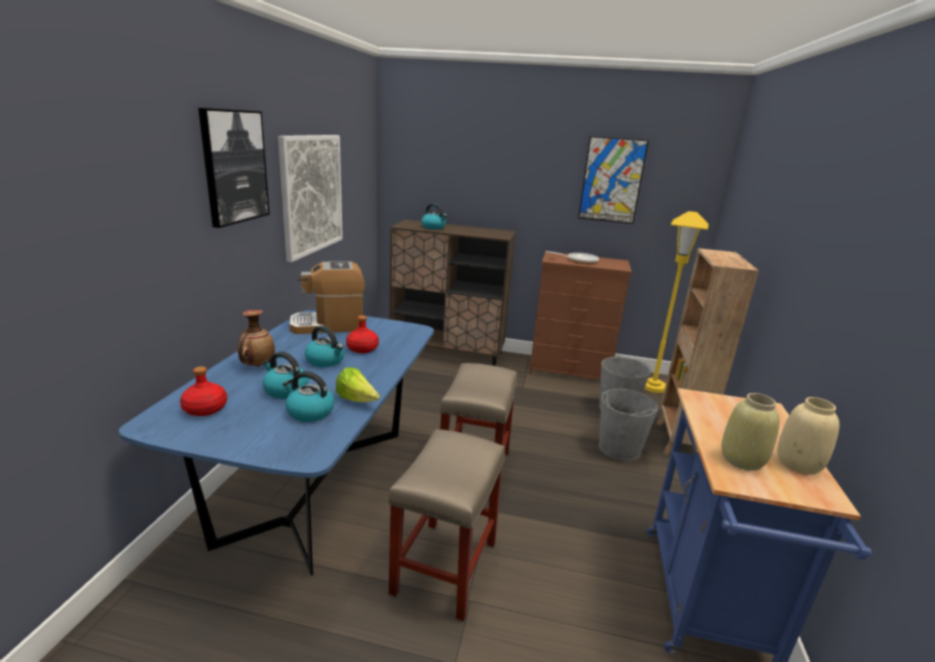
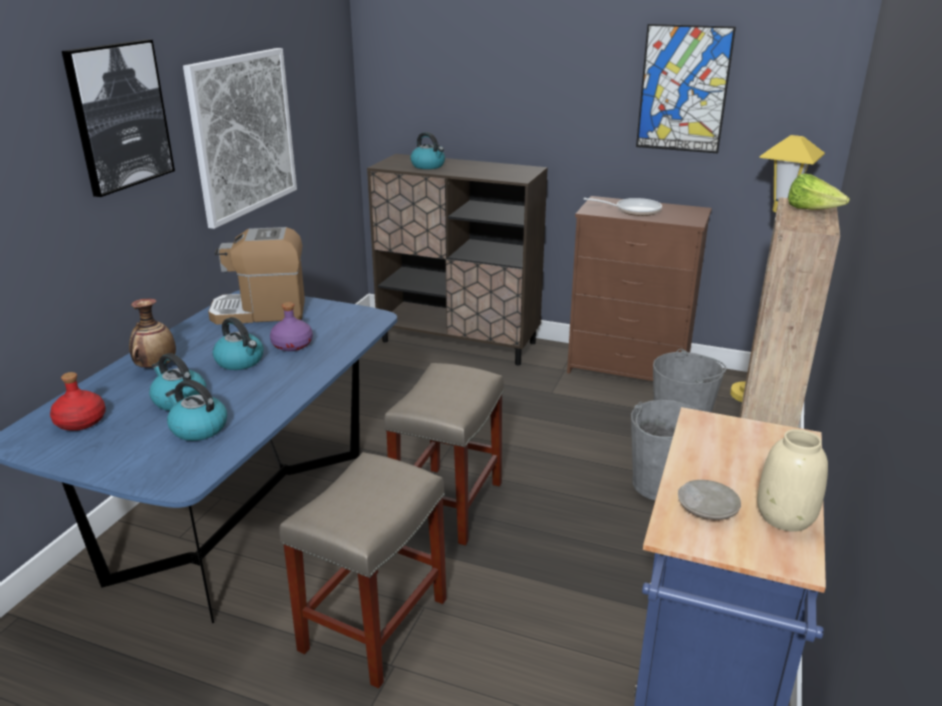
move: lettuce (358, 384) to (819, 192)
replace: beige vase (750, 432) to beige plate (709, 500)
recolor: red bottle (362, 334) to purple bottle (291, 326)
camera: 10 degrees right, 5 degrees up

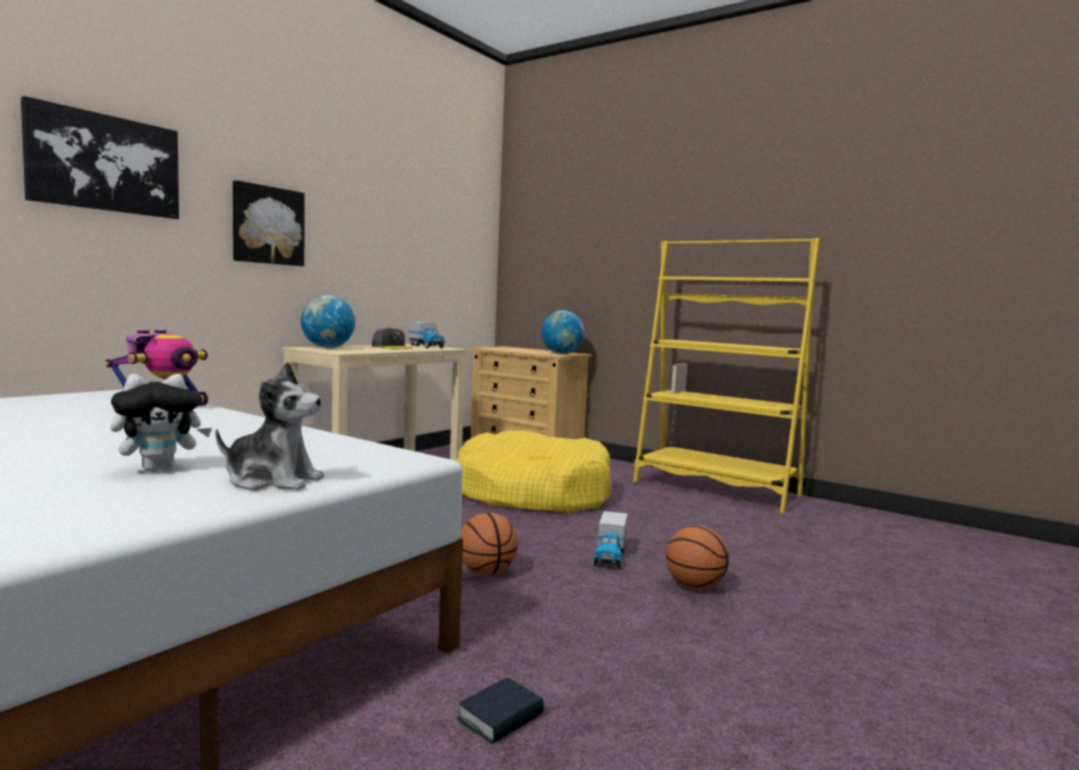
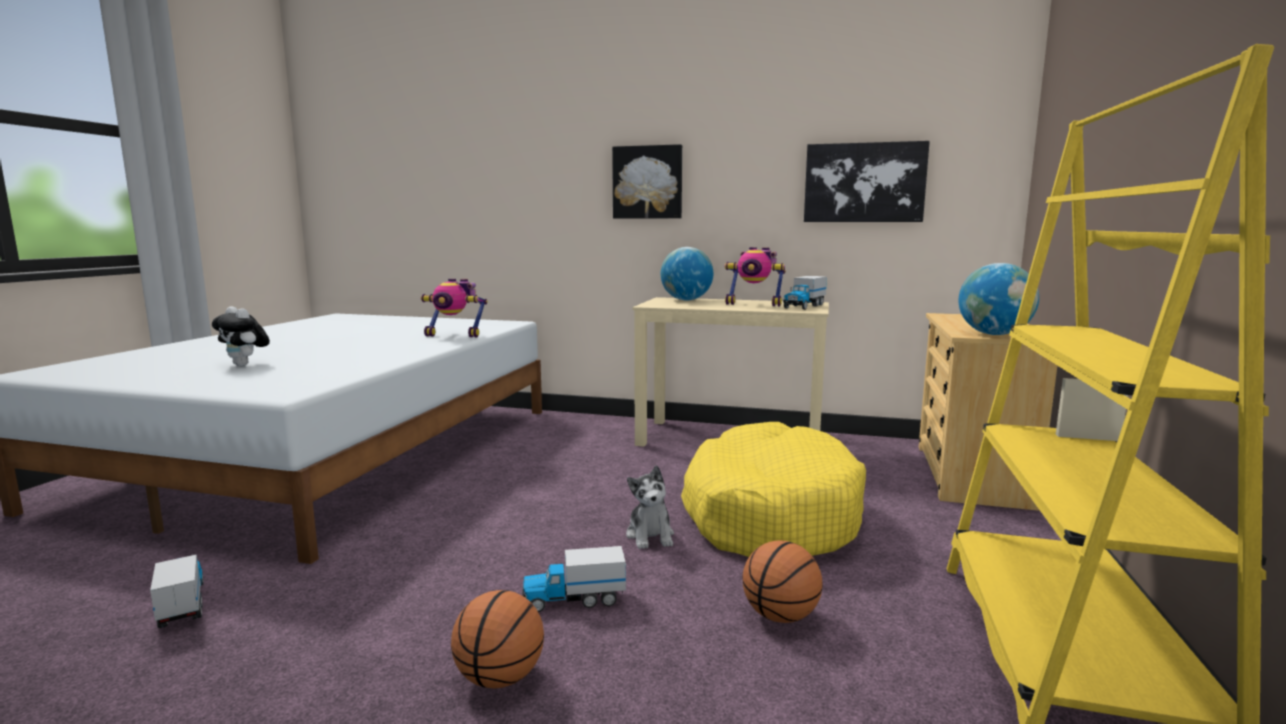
move: picture (100, 157) to (867, 181); plush toy (269, 426) to (650, 507); basketball (489, 544) to (782, 581)
replace: grey cap (392, 338) to toy robot (755, 276); book (500, 710) to toy truck (177, 591)
camera: 70 degrees right, 5 degrees up

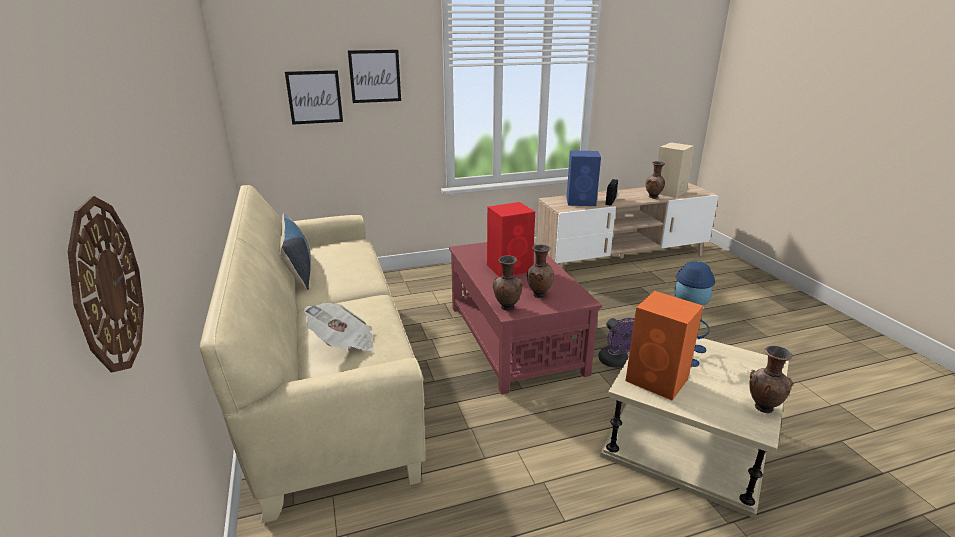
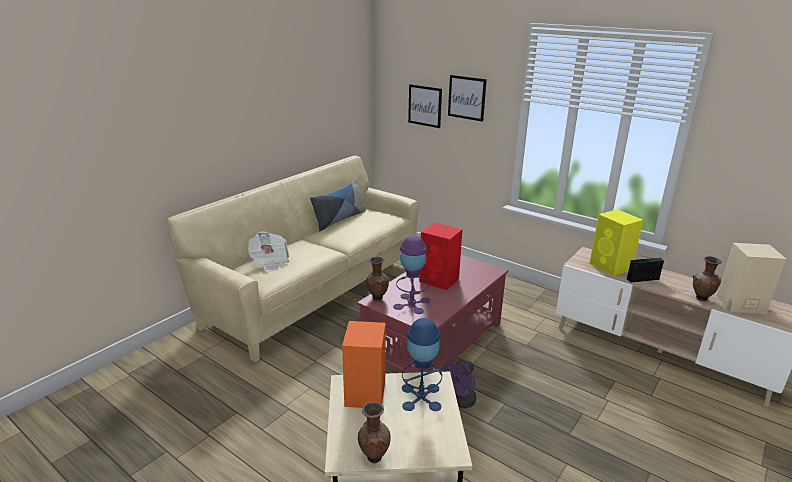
delete: wall clock (106, 284)
replace: brown vase (540, 271) to purple table lamp (411, 275)
recolor: blue speaker (583, 178) to yellow speaker (616, 242)
camera: 55 degrees right, 0 degrees up

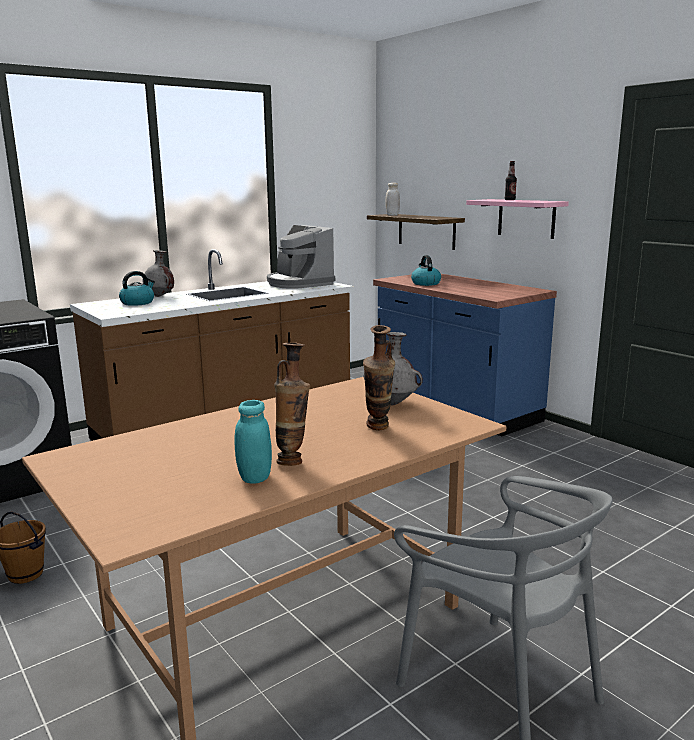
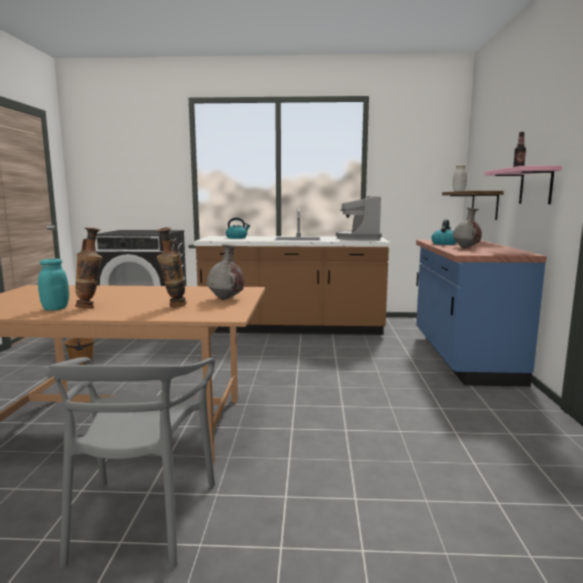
move: grey vase (158, 273) to (467, 228)
camera: 40 degrees right, 5 degrees down

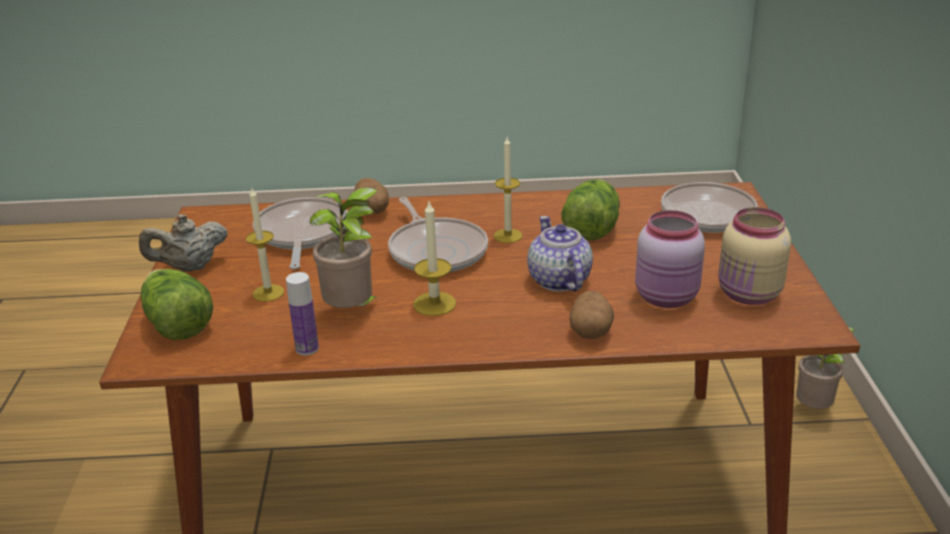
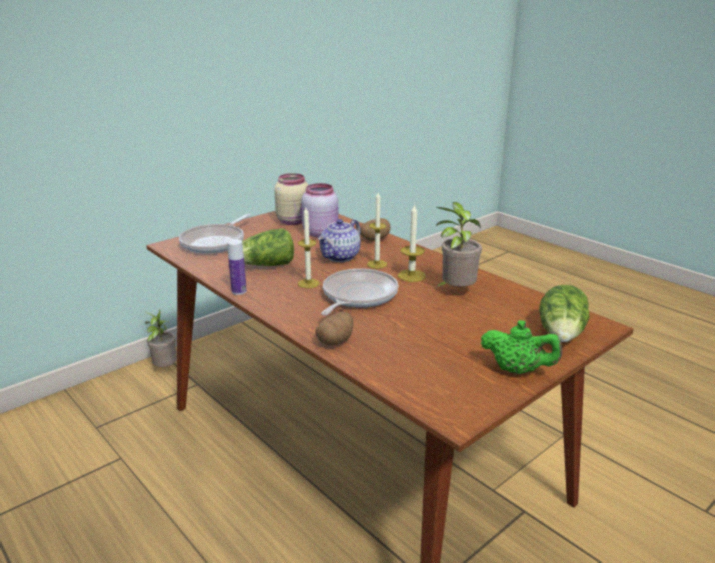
delete: frying pan (300, 233)
move: candle (265, 245) to (377, 230); bottle (302, 313) to (237, 267)
recolor: beige teapot (183, 242) to green teapot (521, 347)
camera: 130 degrees left, 5 degrees down

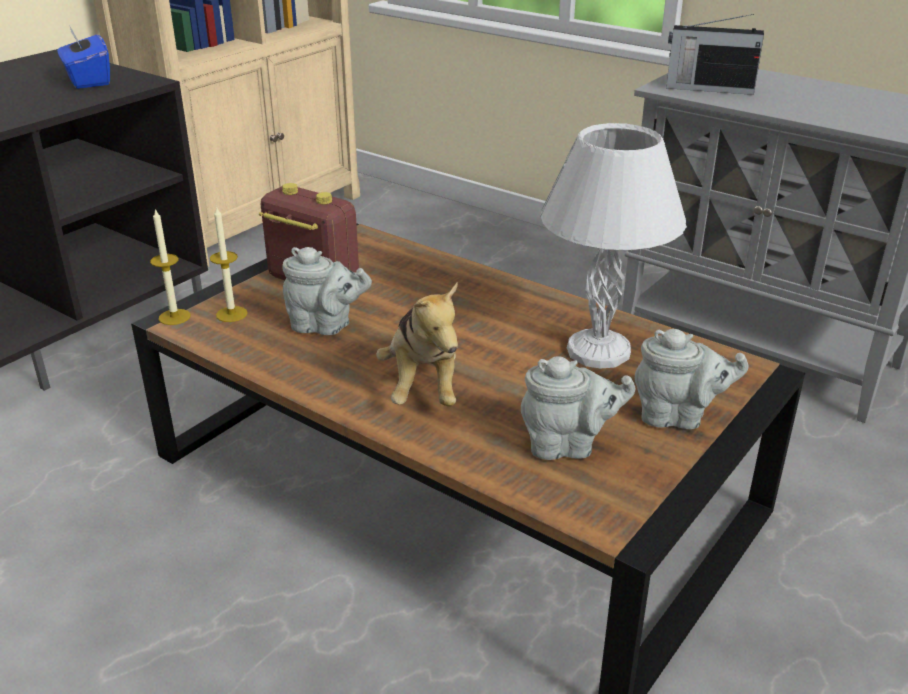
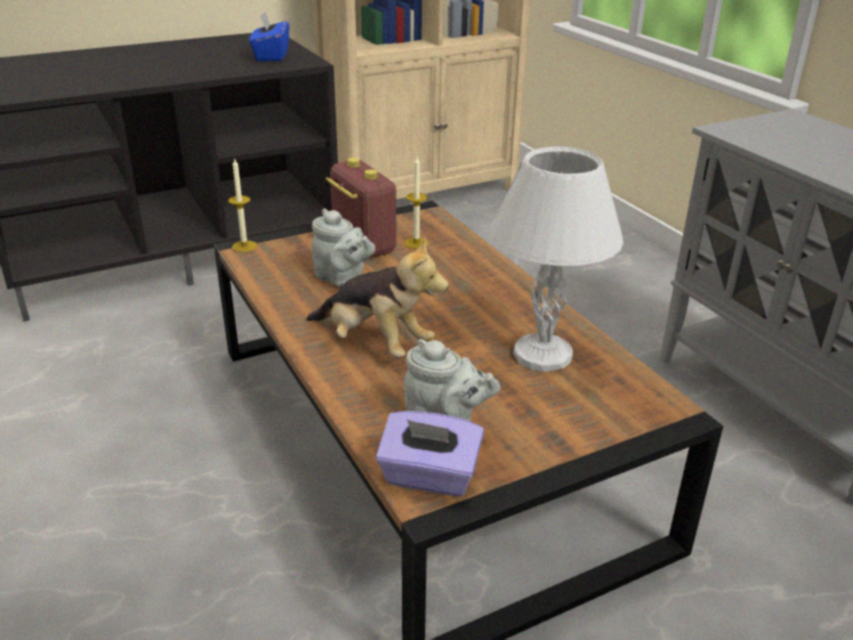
delete: radio (715, 54); grey teapot (692, 379)
insert: purple tissue box (430, 453)
move: candle (229, 264) to (416, 203)
rotate: plush toy (417, 344) = (377, 297) 75 degrees counterclockwise
camera: 25 degrees right, 0 degrees up

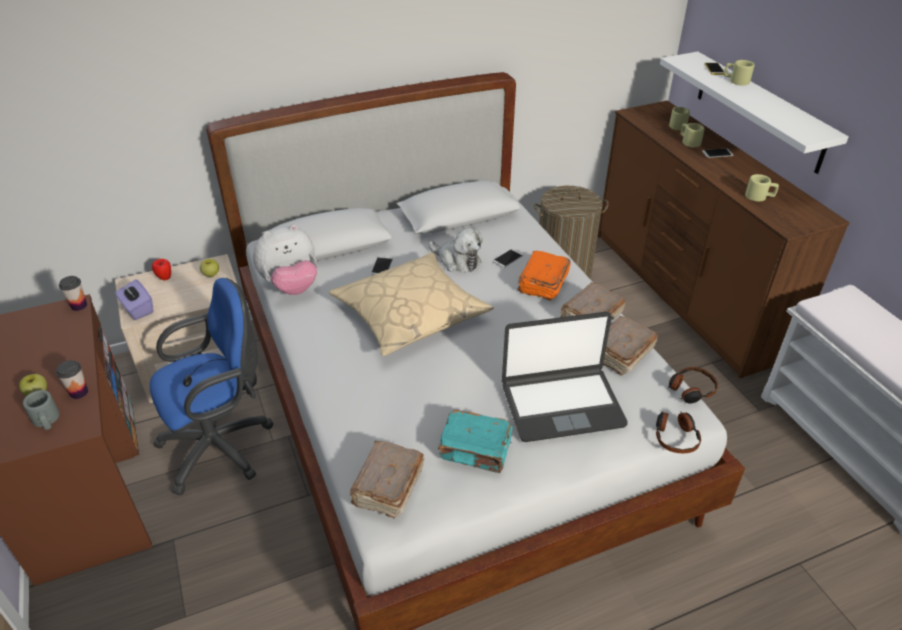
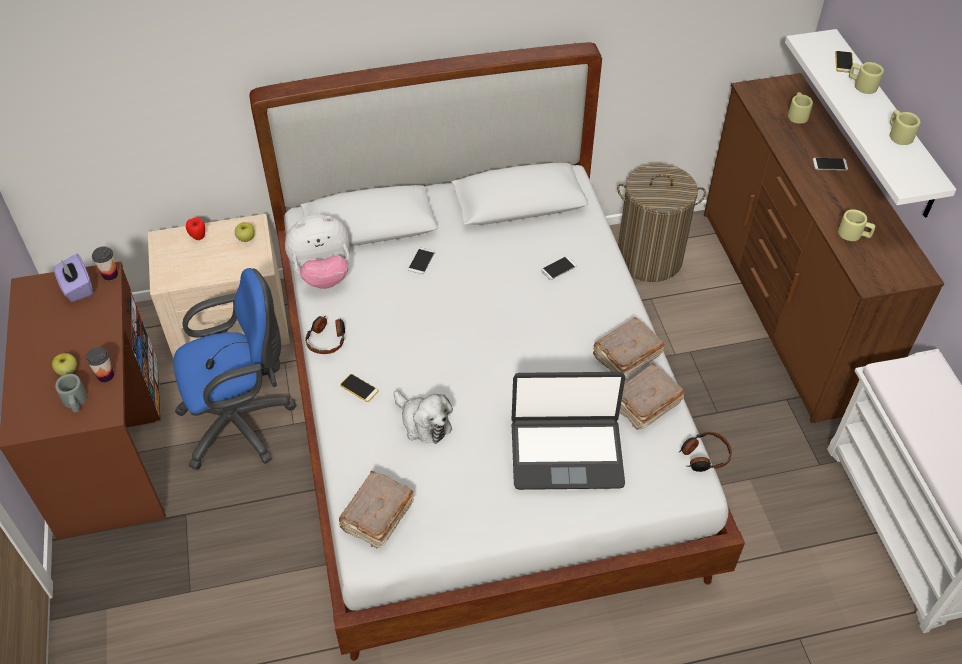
delete: orange book (544, 276); beige pillow (411, 304); turquoise book (475, 441)
insert: phone (359, 388)
move: beige mug (693, 135) to (905, 127); plush toy (456, 250) to (423, 417); purple tissue box (134, 299) to (73, 278); headphones (678, 432) to (325, 334)
camera: 10 degrees right, 10 degrees up

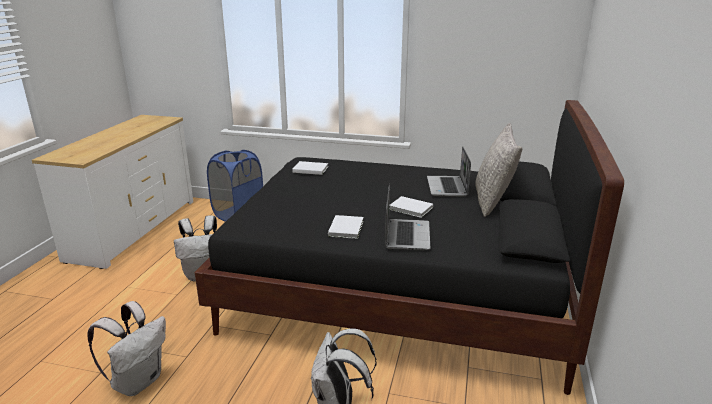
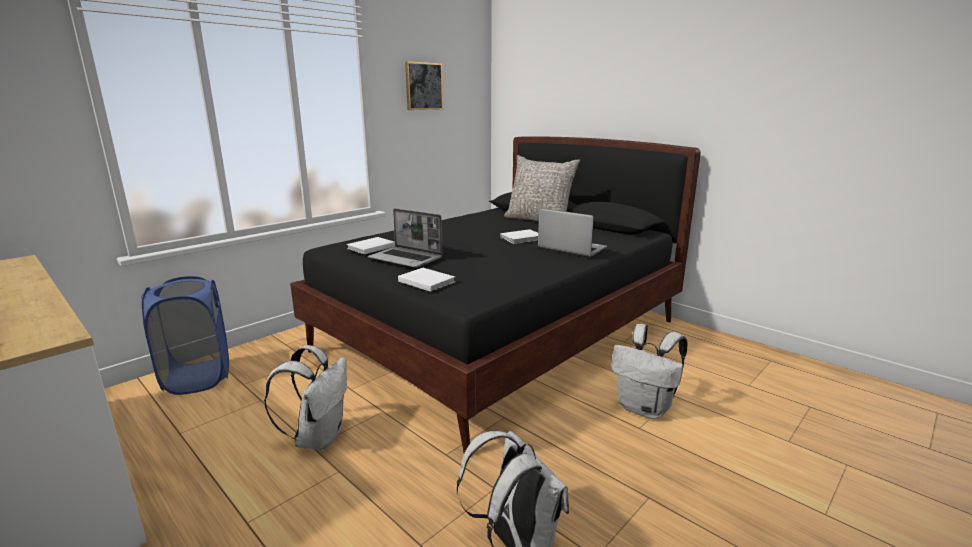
insert: picture (424, 85)
move: laptop (449, 171) to (405, 238); white book (346, 227) to (426, 280)
camera: 60 degrees left, 5 degrees down

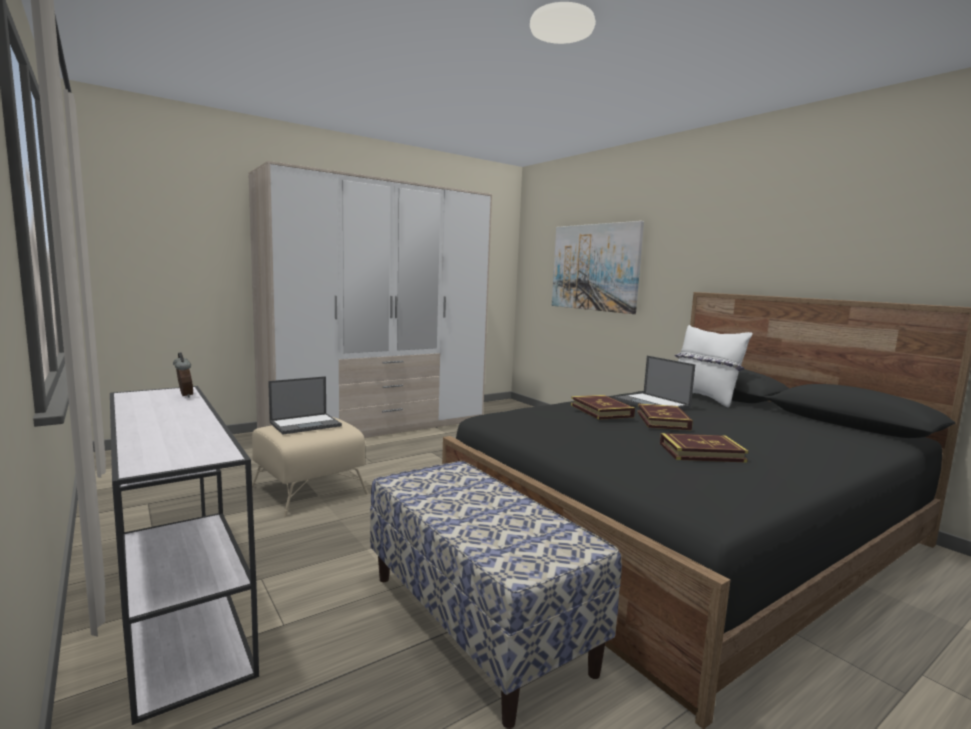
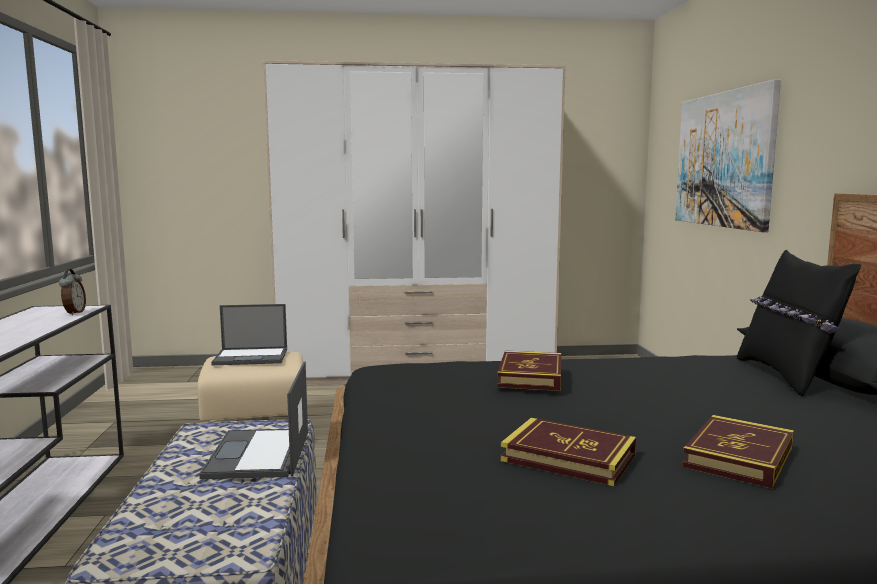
move: laptop (655, 382) to (253, 420); book (665, 417) to (738, 452)
recolor: white pillow (713, 366) to black pillow (799, 323)
camera: 30 degrees right, 0 degrees up

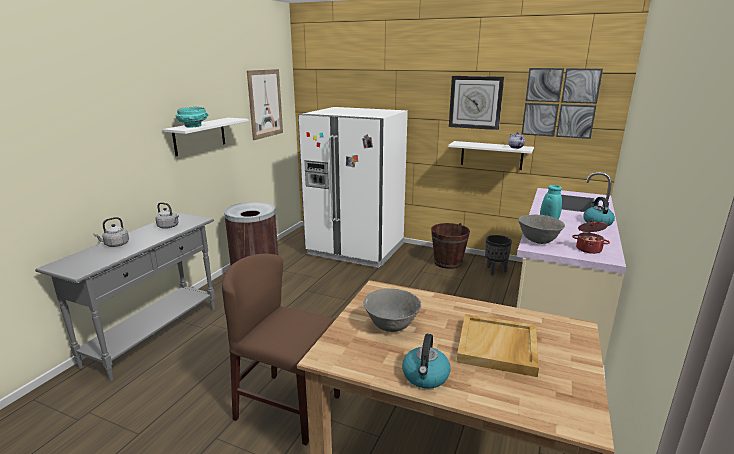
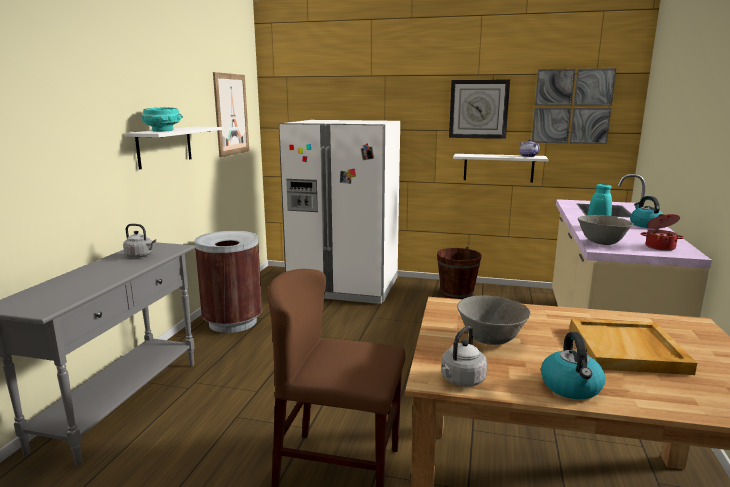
delete: black planter (498, 255)
move: grey kettle (111, 232) to (464, 356)
camera: 10 degrees left, 5 degrees down

